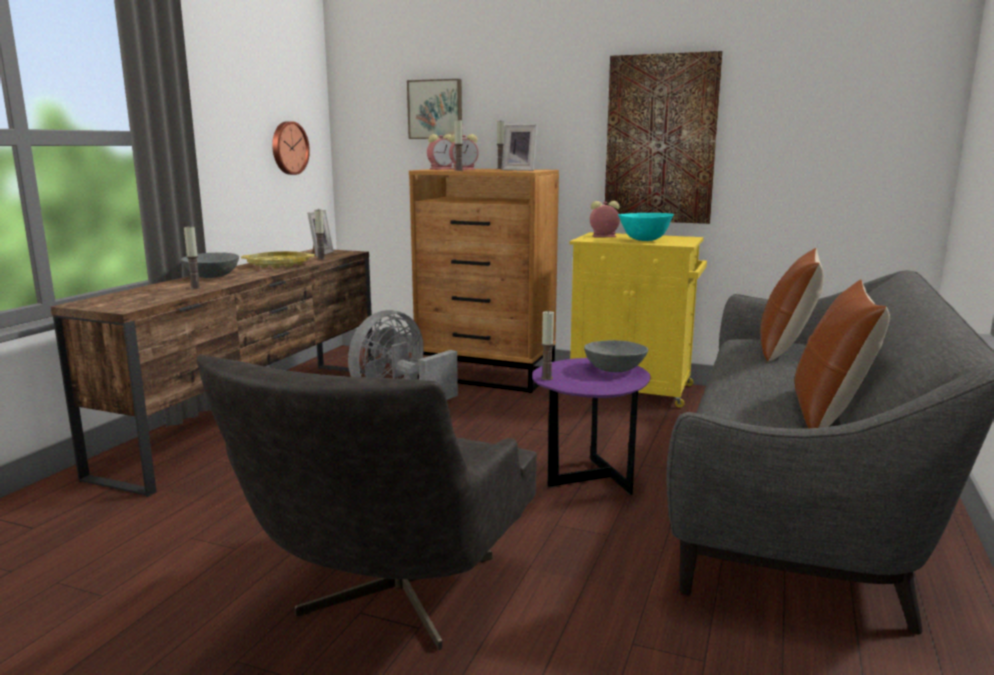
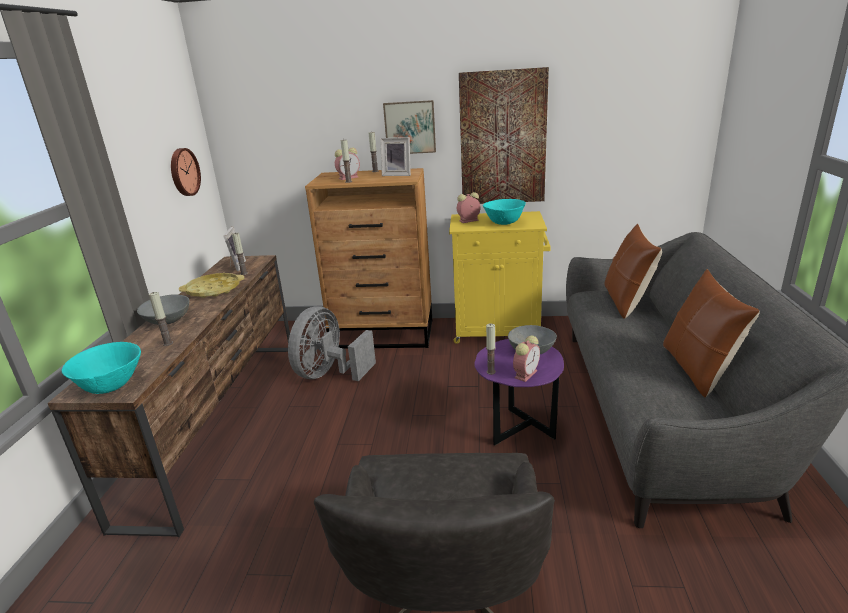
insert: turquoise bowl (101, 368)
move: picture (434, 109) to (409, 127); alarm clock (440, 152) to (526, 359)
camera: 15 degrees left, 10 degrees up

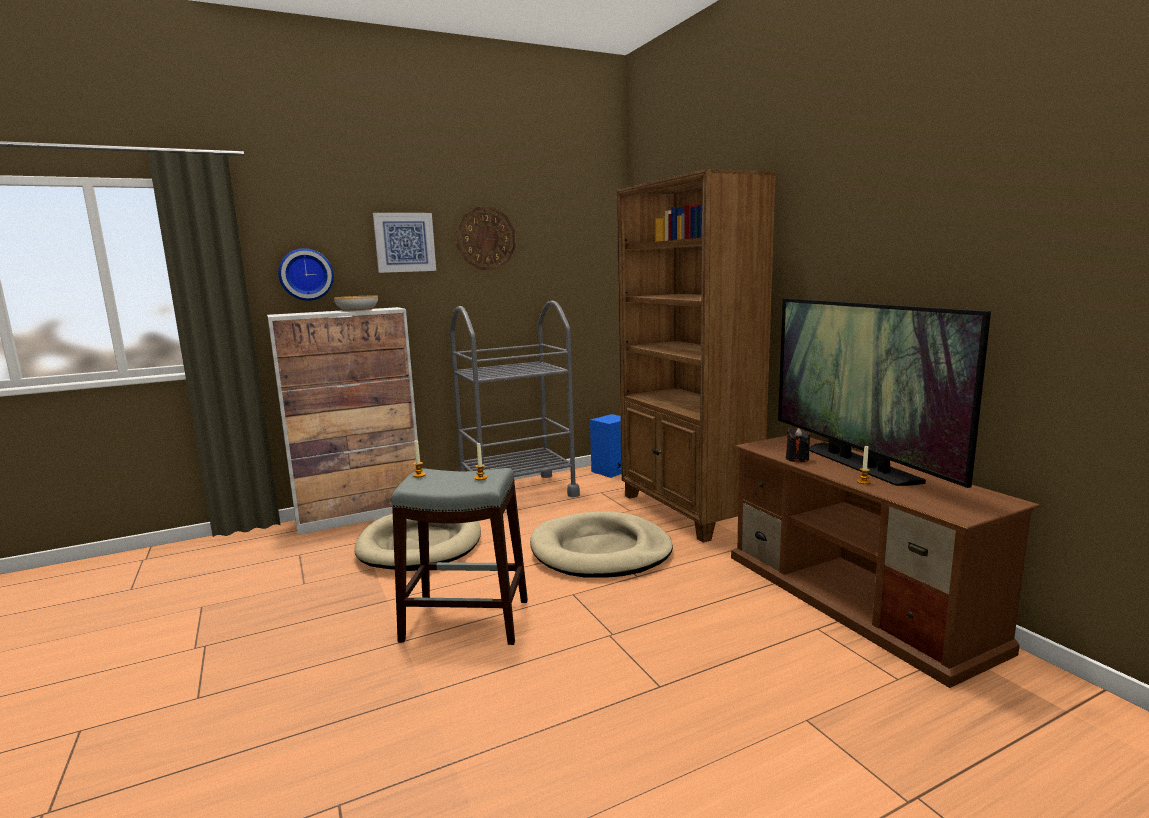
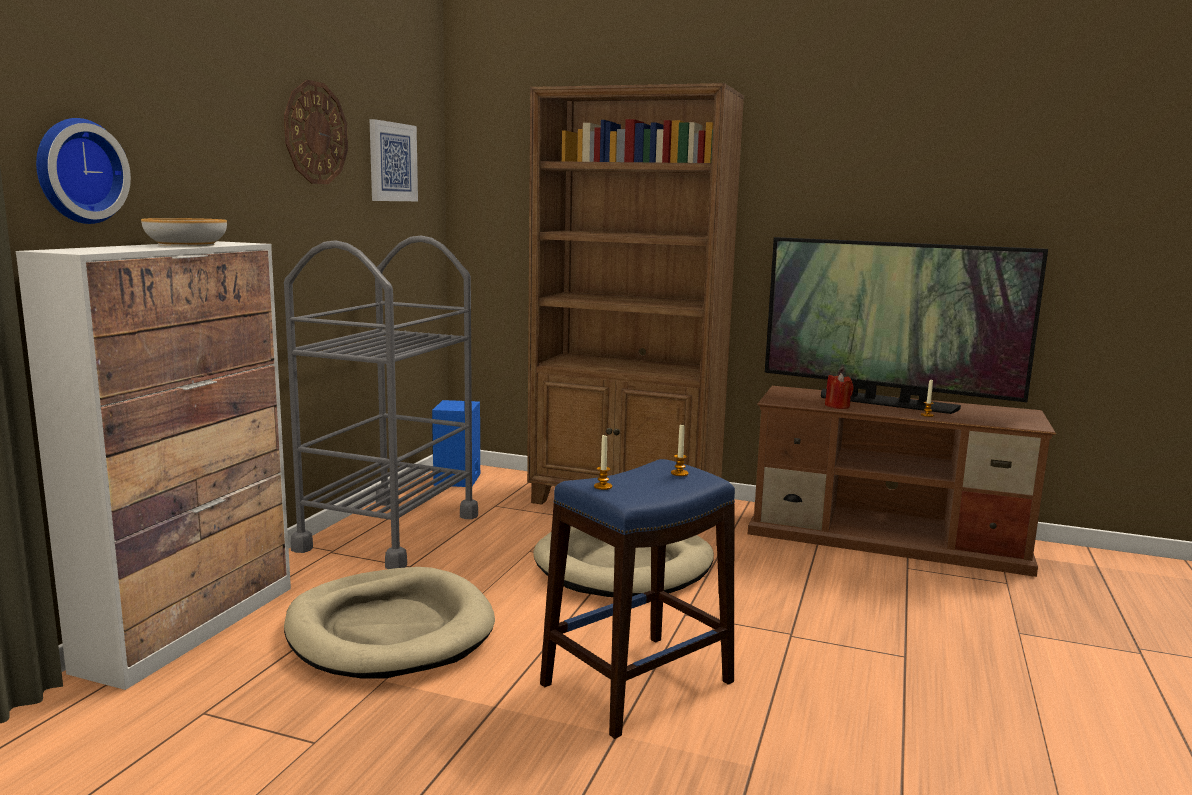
move: picture (404, 243) to (393, 160)
recolor: black candle (798, 445) to red candle (839, 391); grey stool (460, 556) to blue stool (637, 599)
camera: 45 degrees left, 0 degrees up

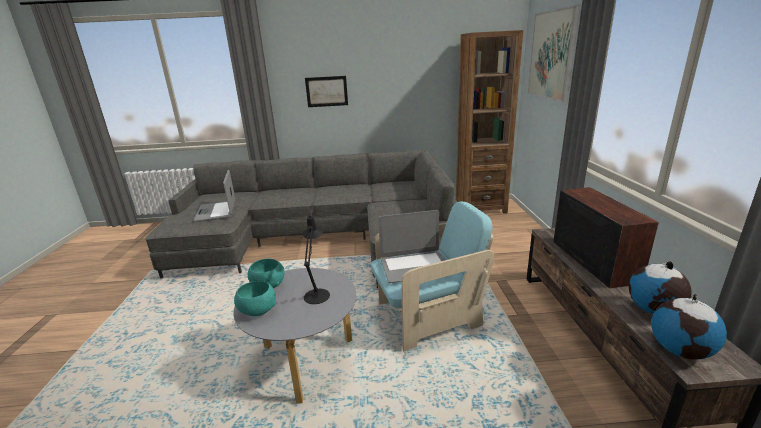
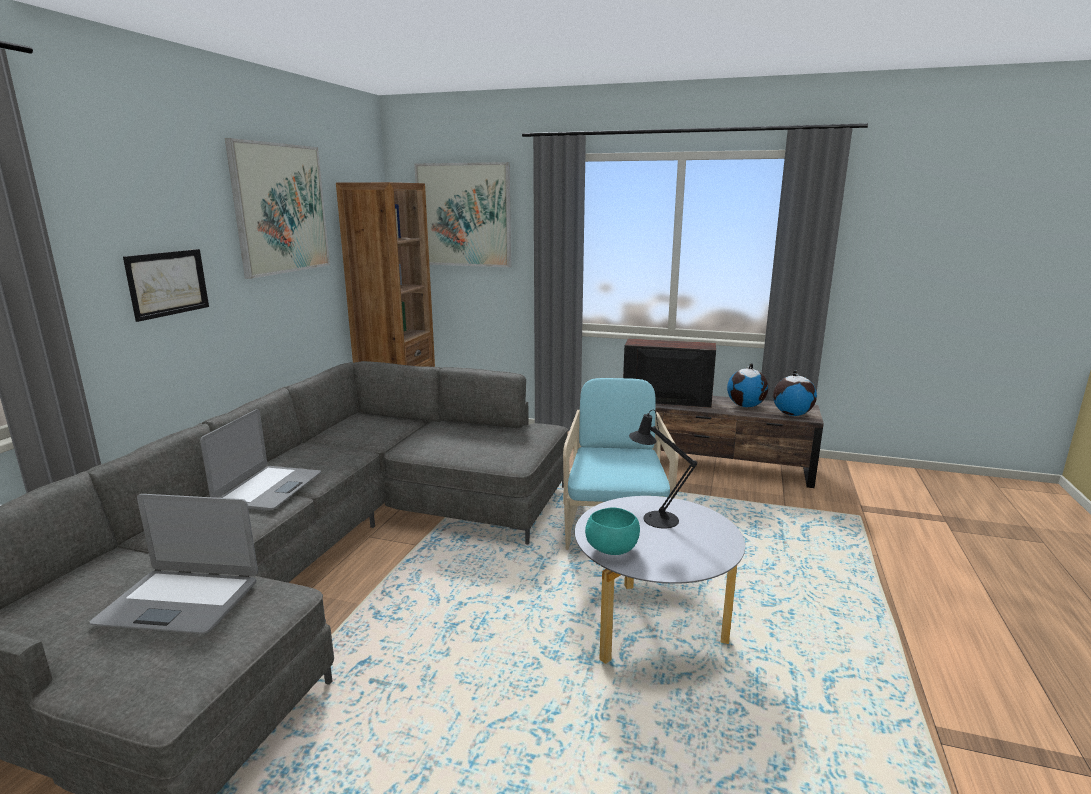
delete: turquoise bowl (255, 298)
insert: picture (277, 208)
move: laptop (411, 246) to (260, 459)
camera: 70 degrees left, 5 degrees down

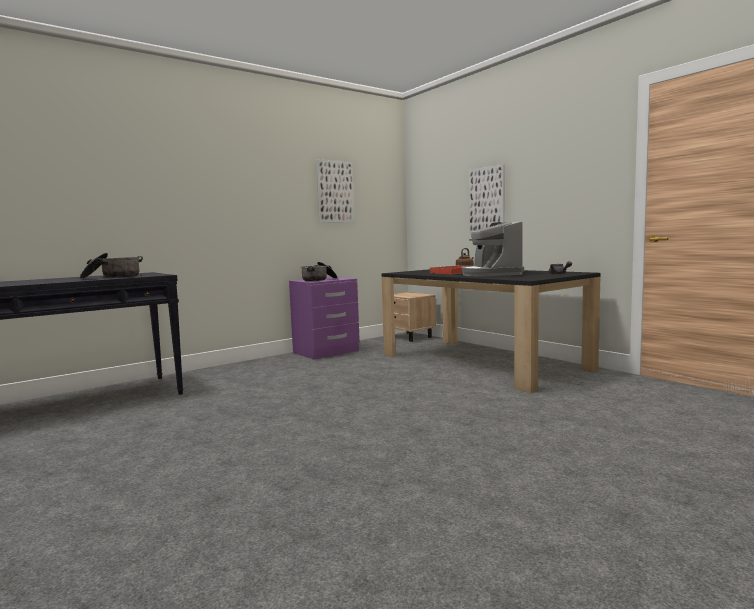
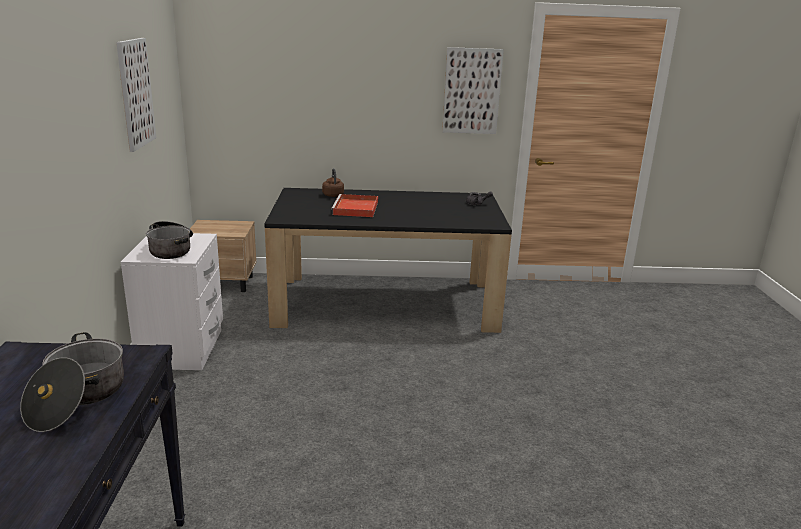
delete: coffee machine (492, 248)
move: picture (487, 199) to (473, 90)
recolor: purple nightstand (324, 318) to white nightstand (172, 301)
camera: 55 degrees left, 15 degrees up

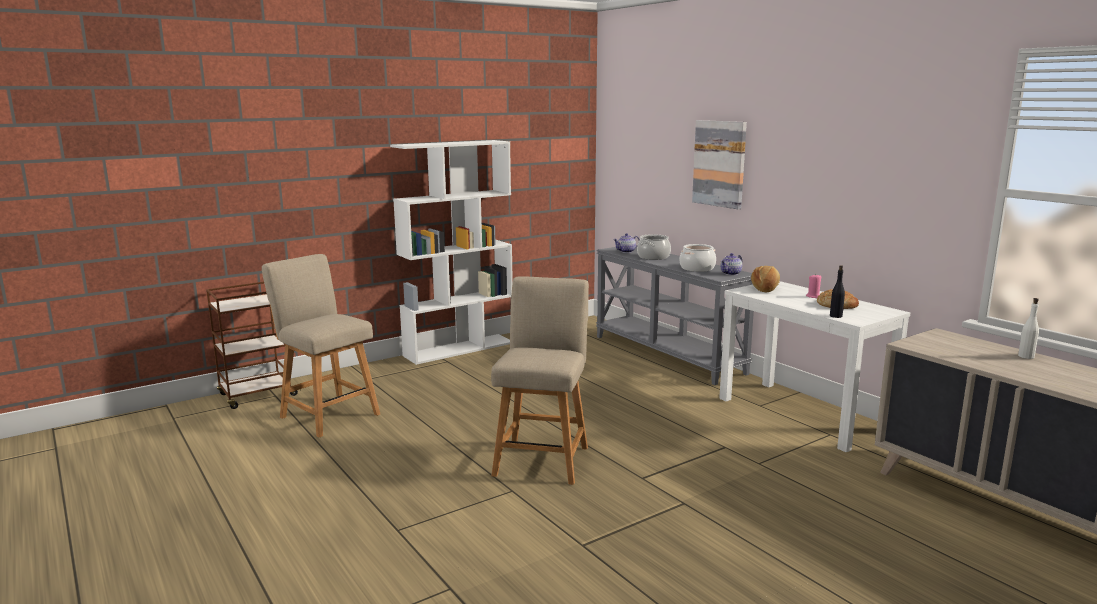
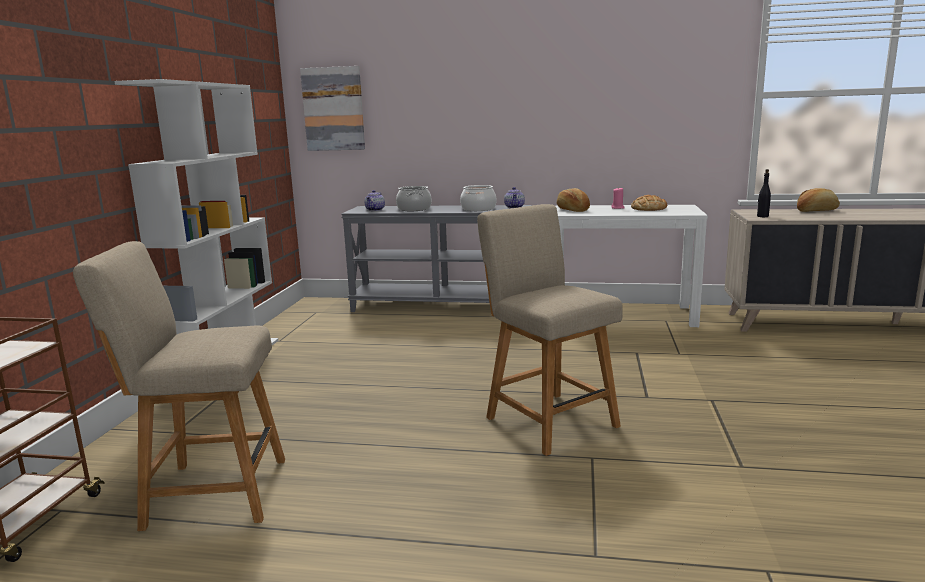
move: picture (719, 164) to (332, 108); black bottle (837, 291) to (764, 193)
replace: white bottle (1028, 328) to bread (818, 200)
camera: 45 degrees left, 0 degrees up

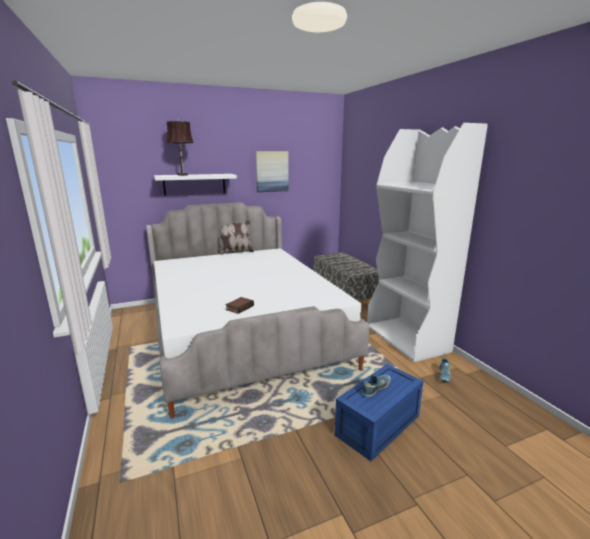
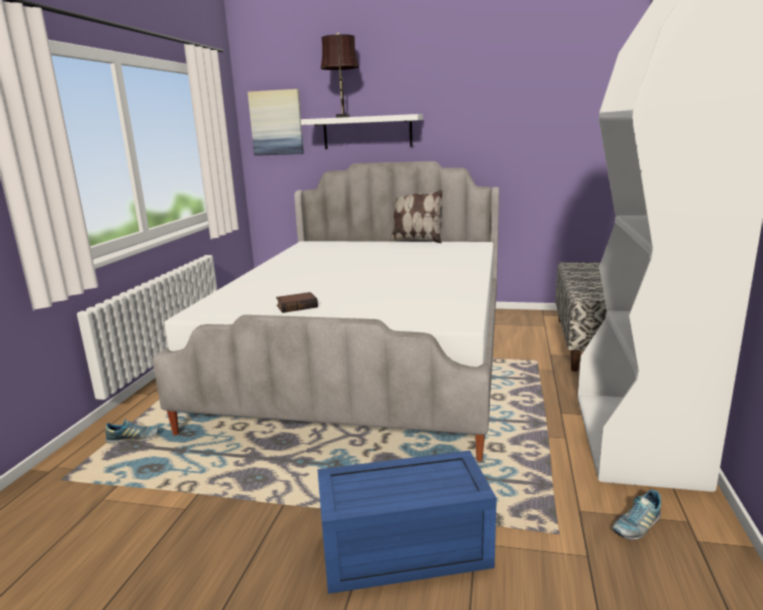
move: picture (272, 171) to (276, 122); shoe (376, 386) to (132, 431)
camera: 35 degrees right, 0 degrees up

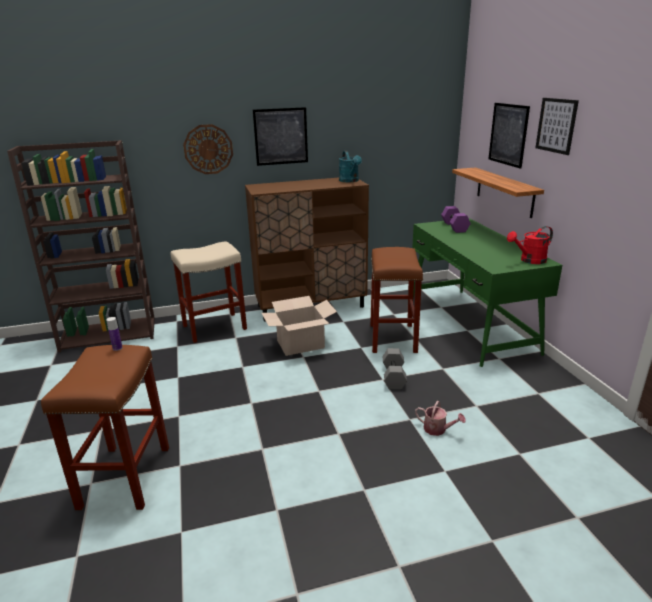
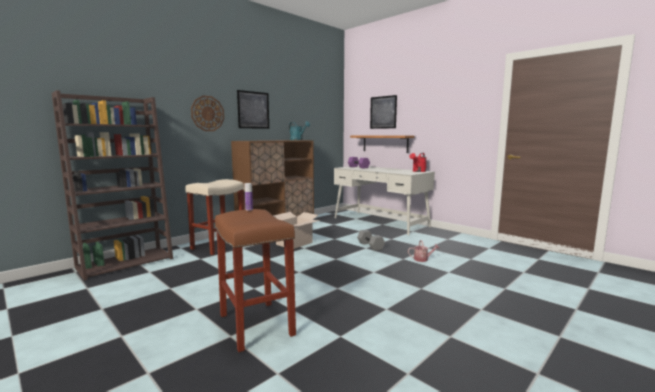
delete: picture (557, 126); brown stool (396, 300)
recolor: green desk (487, 292) to white desk (384, 200)
camera: 30 degrees left, 15 degrees down

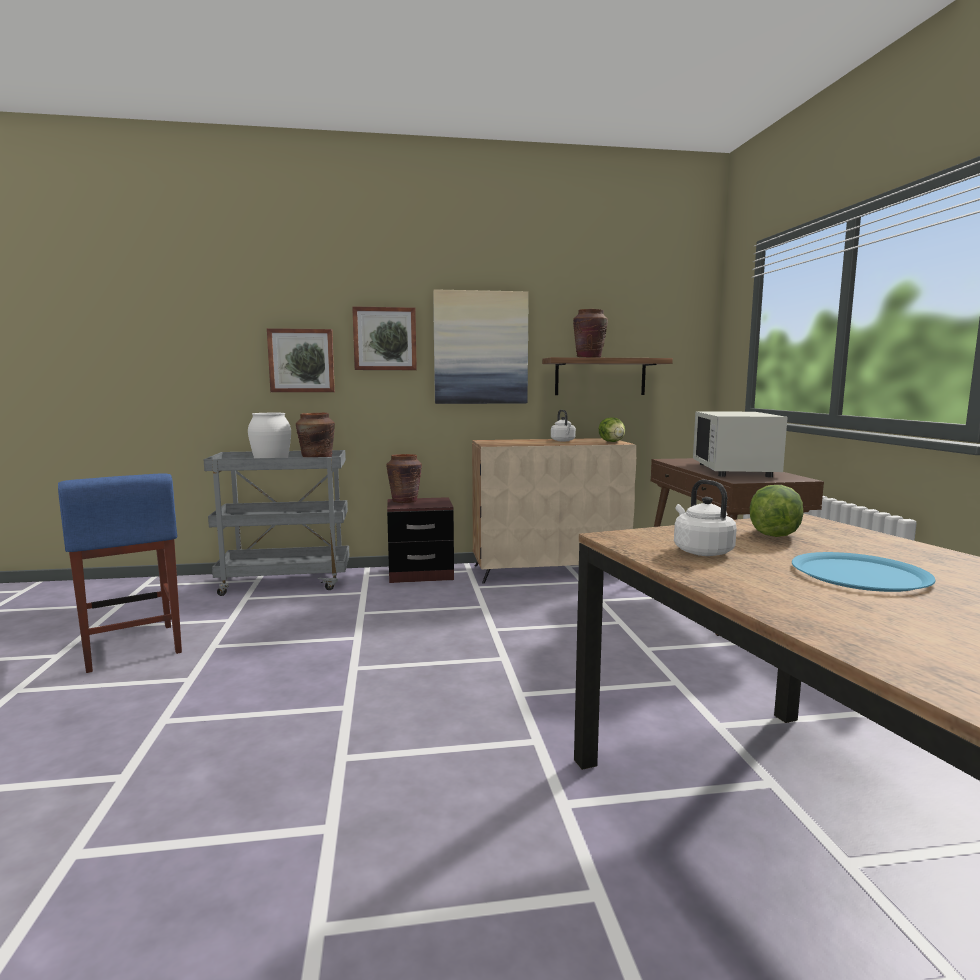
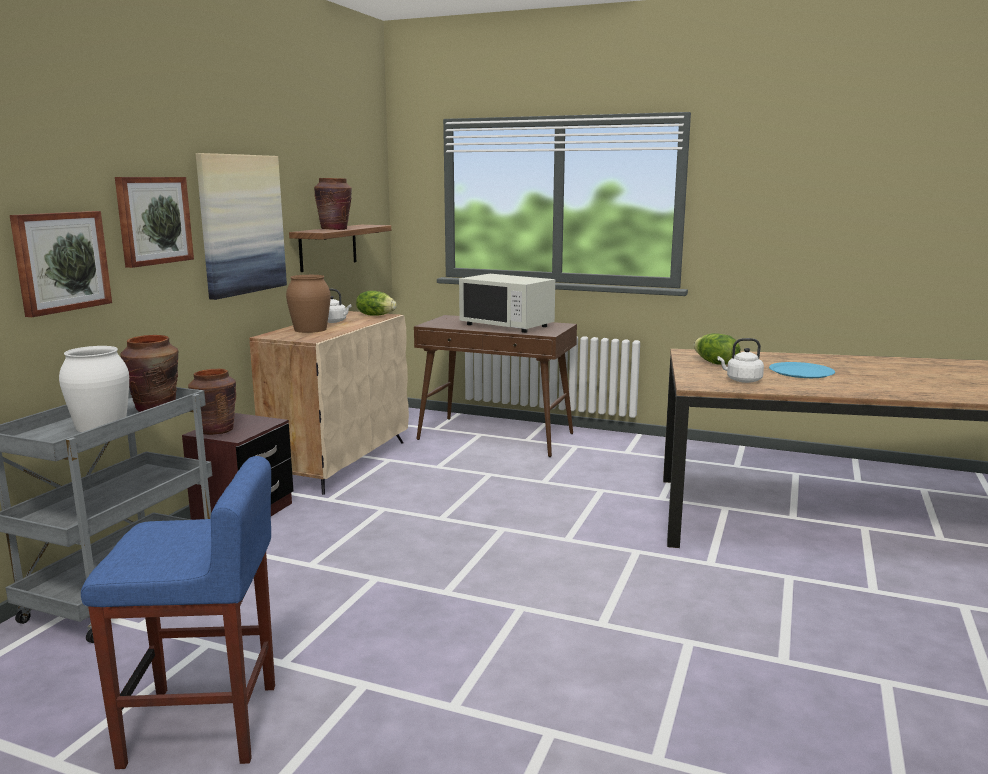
insert: brown vase (308, 304)
camera: 60 degrees left, 5 degrees up

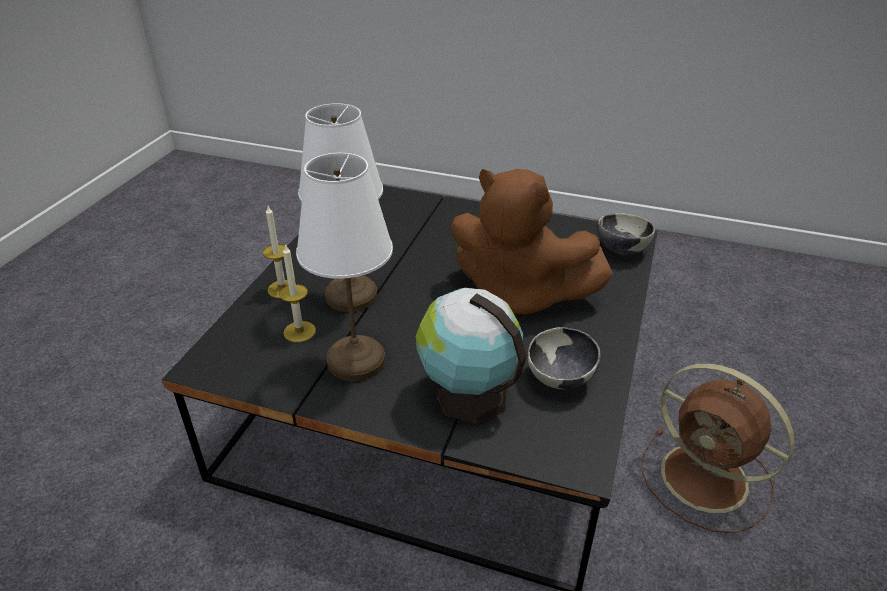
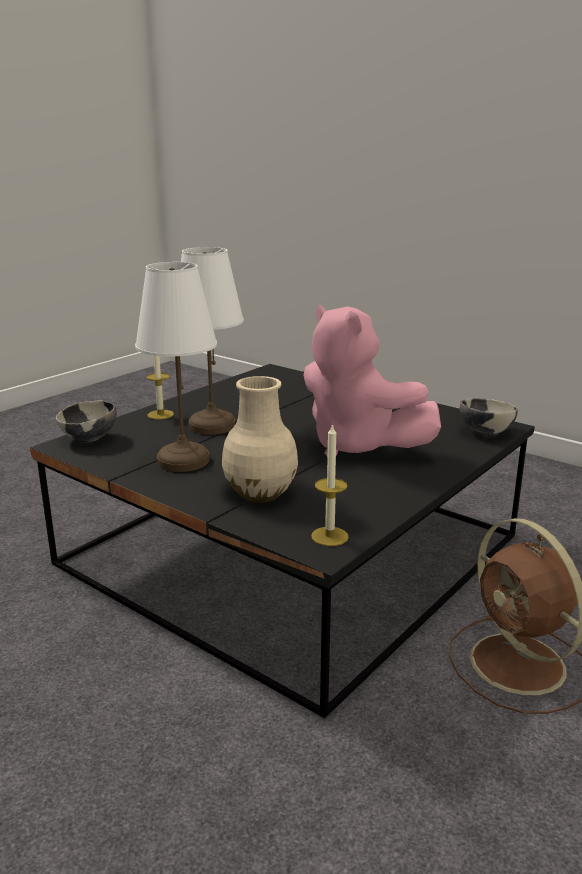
move: candle (297, 293) to (330, 484); bowl (564, 358) to (86, 421)
replace: globe (471, 356) to beige vase (260, 439)
recolor: brown plush toy (531, 242) to pink plush toy (372, 381)
camera: 20 degrees right, 15 degrees down

